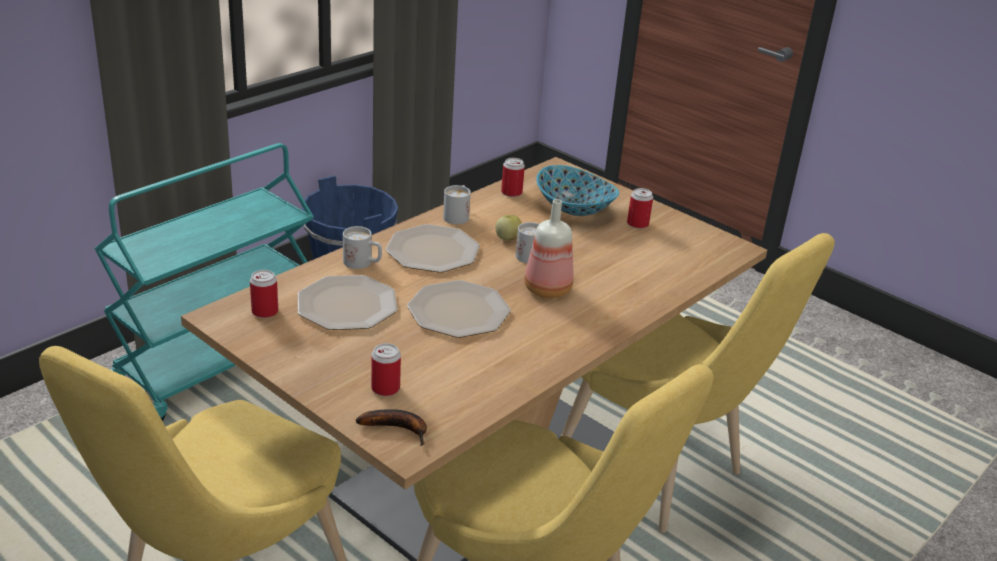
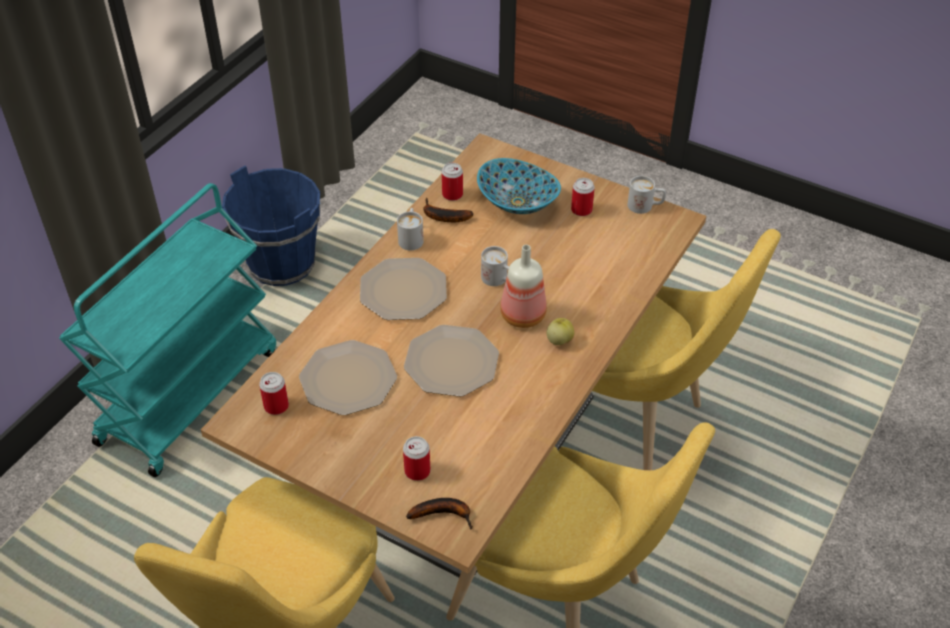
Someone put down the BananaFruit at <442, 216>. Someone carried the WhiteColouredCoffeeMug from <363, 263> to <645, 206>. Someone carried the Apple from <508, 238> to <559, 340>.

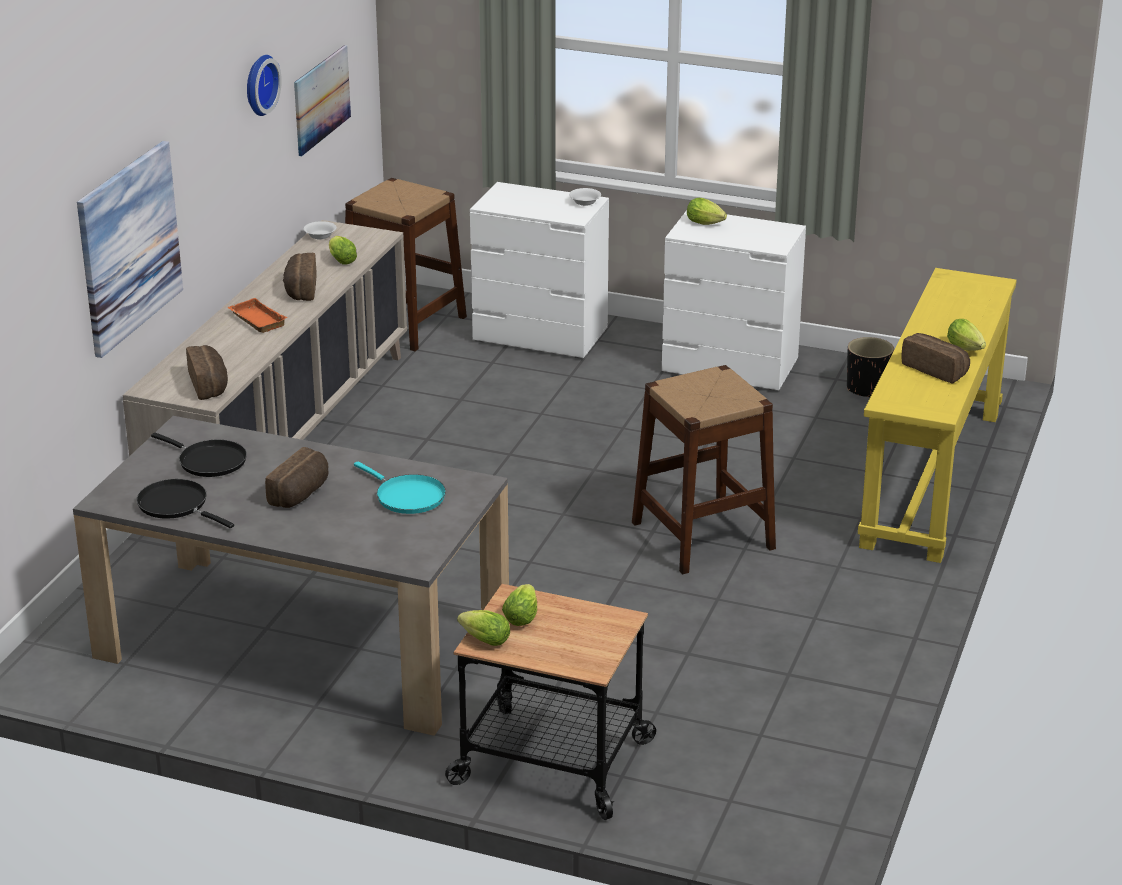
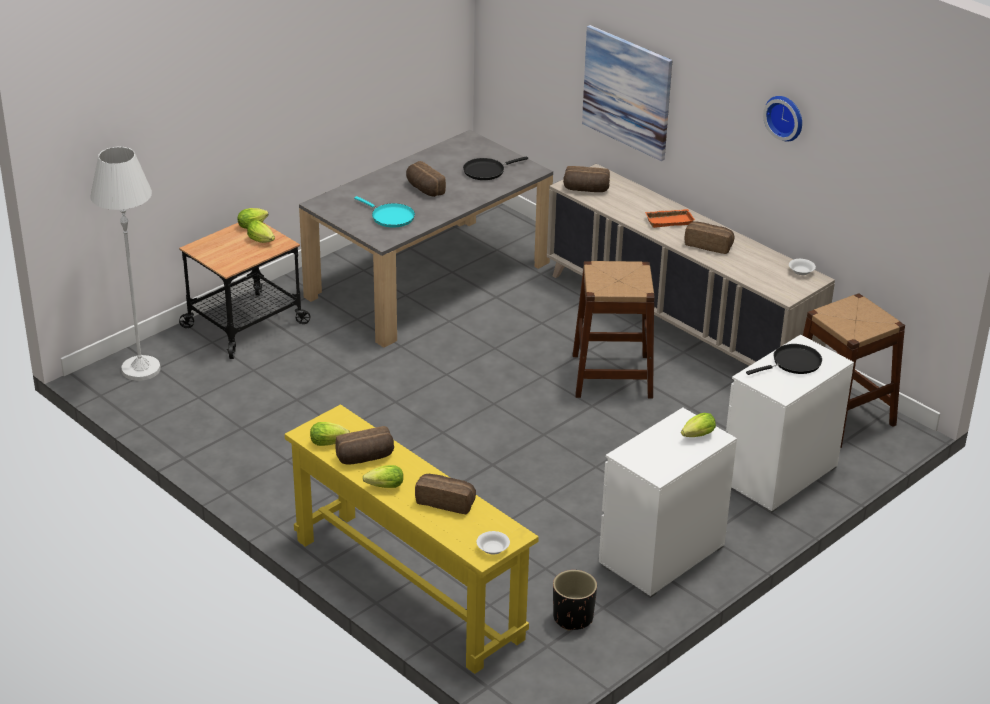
Someone took away the WallArt at <321, 99>. Someone put down the WhiteColouredStandingLamp at <141, 369>. Someone put down the BakedBread at <446, 501>. Someone carried the BlackColouredFryingPan from <176, 505> to <793, 363>. Someone carried the LettuceHead from <341, 260> to <330, 443>. Someone carried the WhiteColouredDeepDish from <585, 202> to <493, 549>. Someone carried the BrownStoolSeat from <703, 535> to <612, 376>. Someone rotated the TurquoiseColouredFryingPan at <407, 497> by 120 degrees counterclockwise.

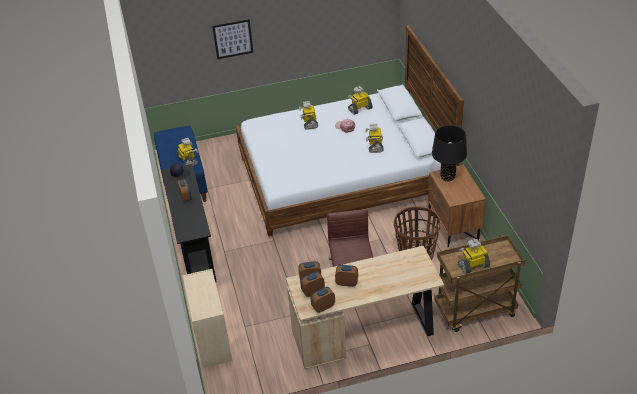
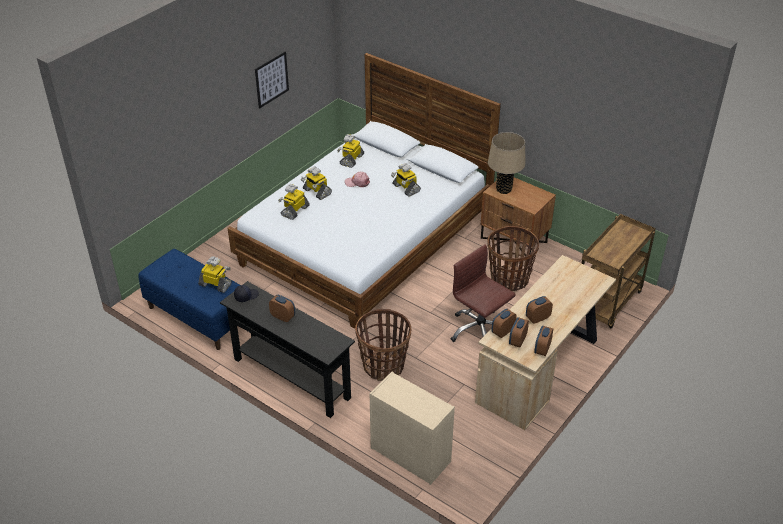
Someone put down the HouseholdBasket at <383, 366>. Someone carried the WallArt from <233, 39> to <271, 79>. Someone carried the RobotFigure from <473, 265> to <294, 210>. Someone repainted the BlackColouredTabletopLamp at <447, 177>, which became the SandColouredTabletopLamp at <504, 189>.

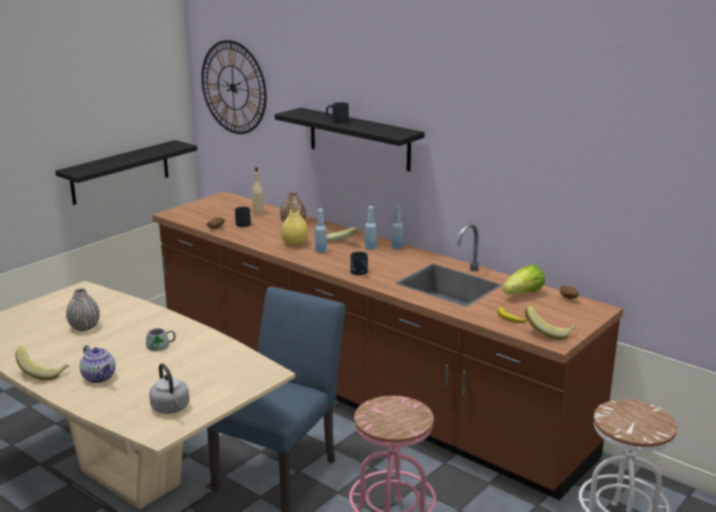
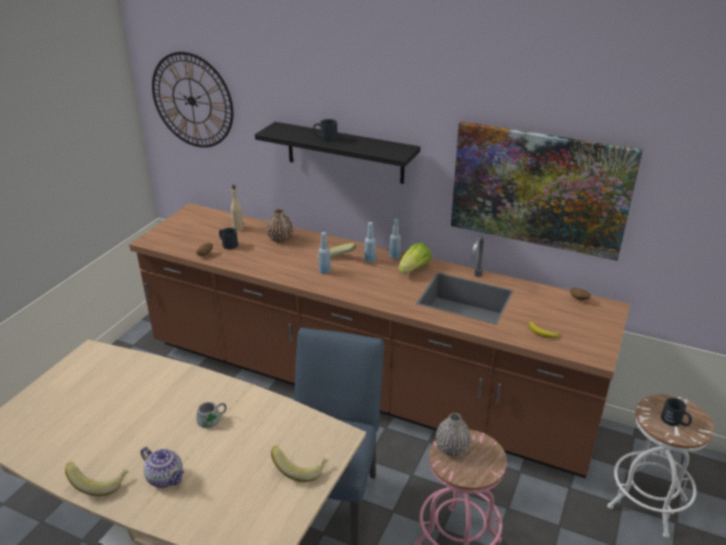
Someone took away the BlackColouredBracketShelf at <120, 172>. Someone took away the GrayTeaKettle at <171, 408>. Someone took away the YellowishVase at <295, 243>. Someone put up the WallArt at <539, 189>. Someone carried the GrayVase from <84, 327> to <452, 449>. Someone carried the BlackColouredCoffeeMug from <360, 273> to <675, 422>. Someone carried the LettuceHead from <523, 294> to <414, 269>. Someone carried the BananaFruit from <549, 333> to <300, 469>.

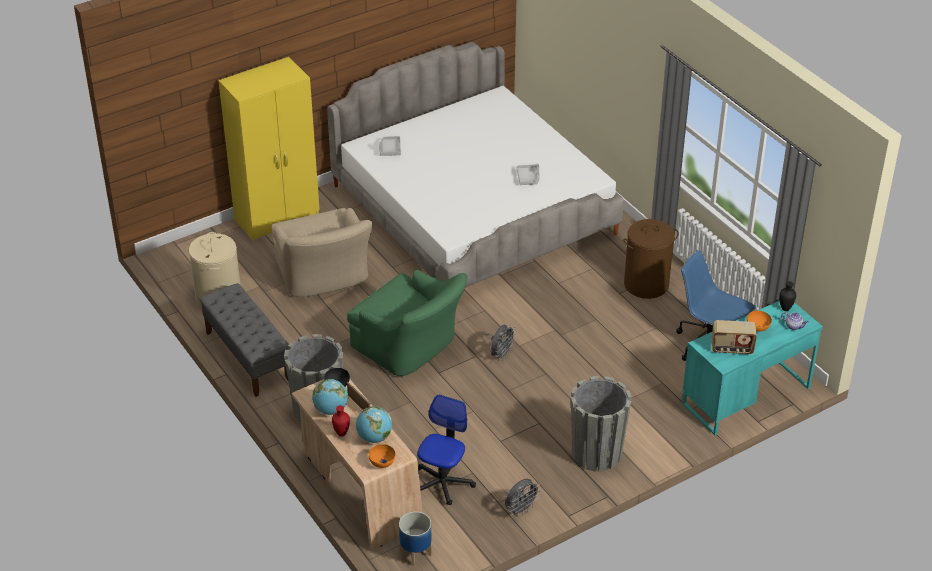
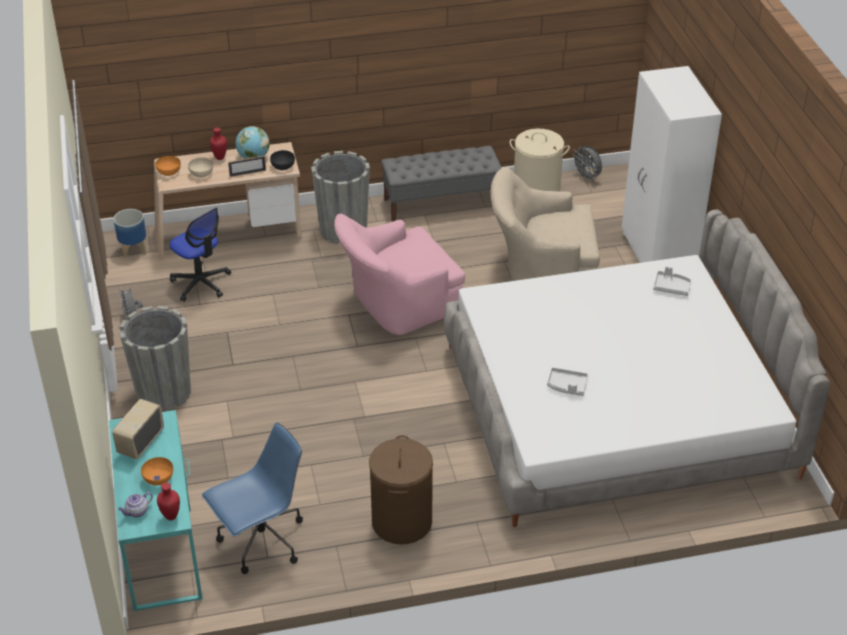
Someone carried the GrayElectricFan from <501, 355> to <587, 177>. Someone swapped the DeskGlobe at <374, 437> for the SandColouredDeepDish at <201, 173>. Someone repainted the YellowishClothesCupboard at <278, 218>, which became the WhiteColouredClothesCupboard at <657, 257>. Someone repainted the GreenColouredArmchair at <410, 347>, which became the PinkishArmchair at <397, 304>. Someone repainted the BlackColouredVase at <784, 309>, which became the RedColouredVase at <171, 516>.

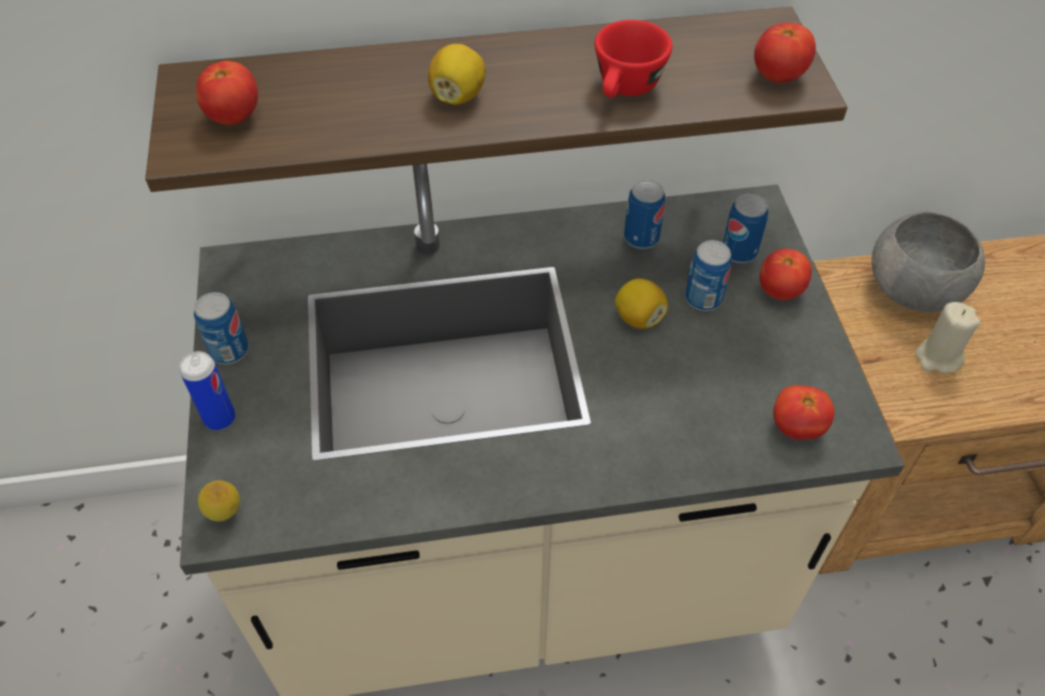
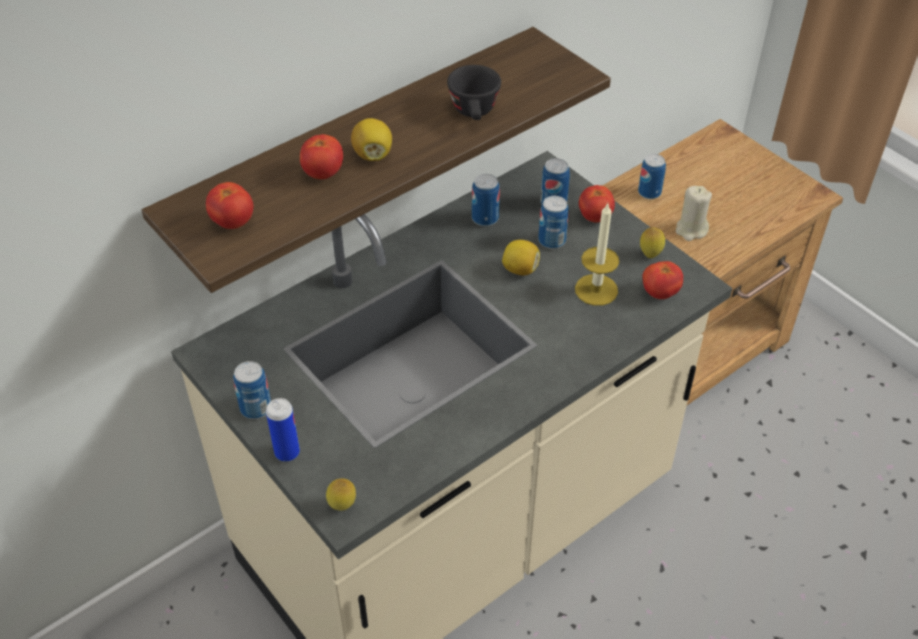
Someone put down the WaxCandle at <596, 290>. Someone put down the CitrusFruit at <650, 254>. Someone carried the FreshTomato from <778, 76> to <323, 173>. Someone swapped the GrayDeepDish at <912, 288> for the Can at <649, 192>. Someone repainted the RedColouredCup at <626, 89>, which became the BlackColouredCup at <475, 113>.

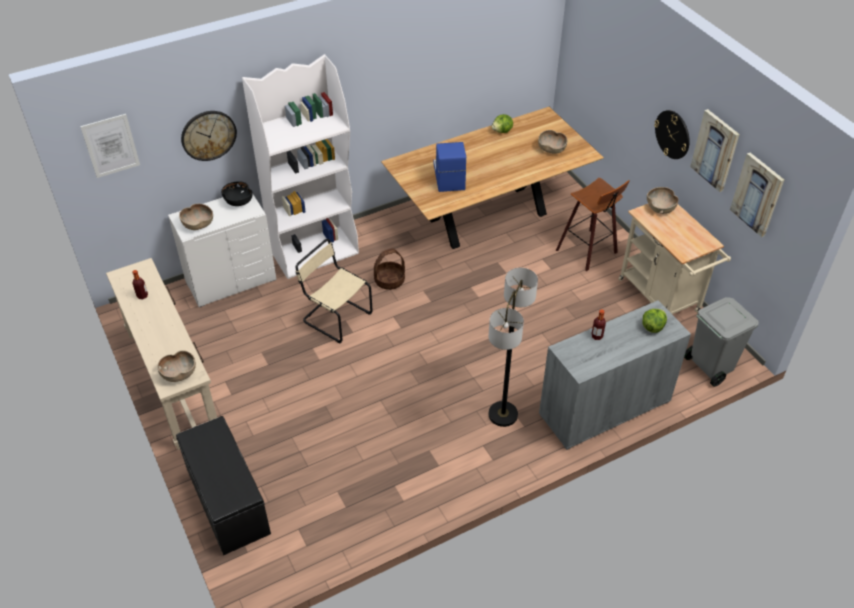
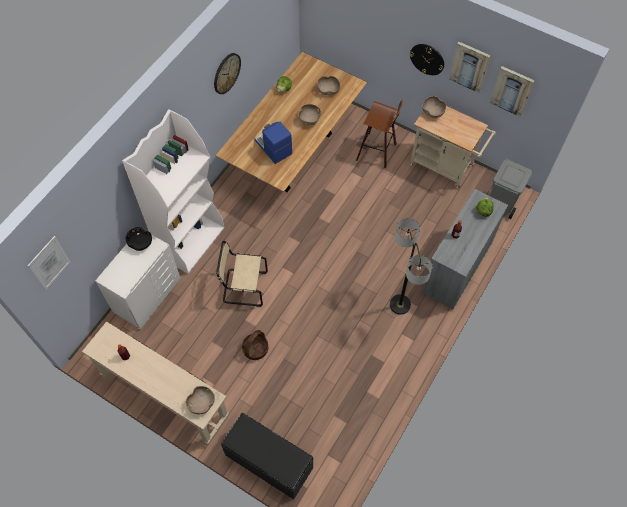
Someone carried the BrownDeepDish from <198, 224> to <309, 119>. Someone carried the WallClock from <208, 135> to <226, 73>. Someone carried the HouseholdBasket from <389, 280> to <255, 349>.

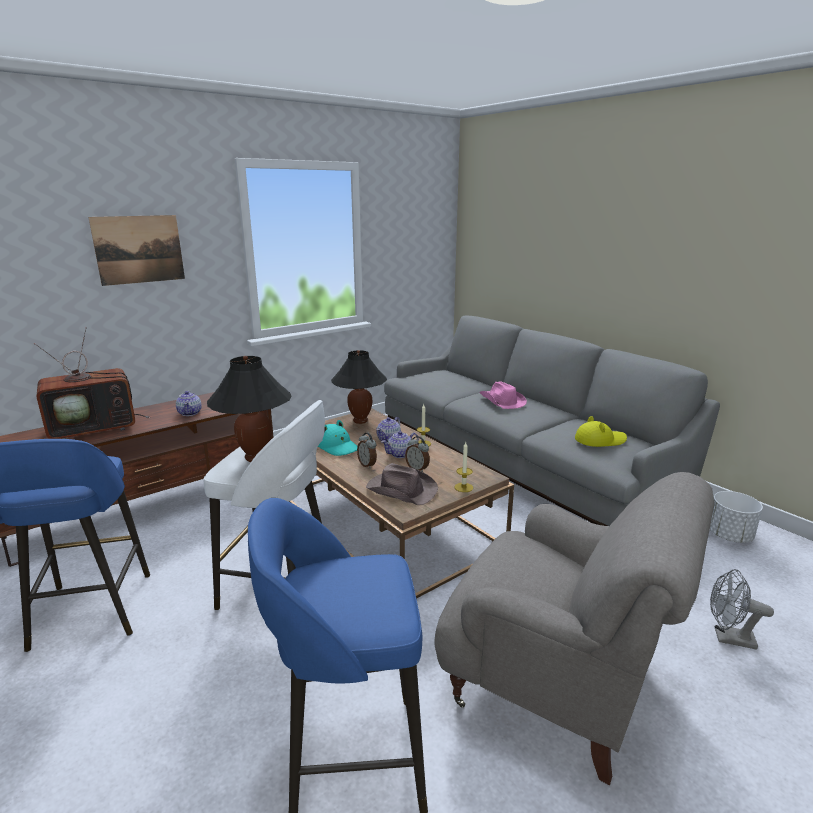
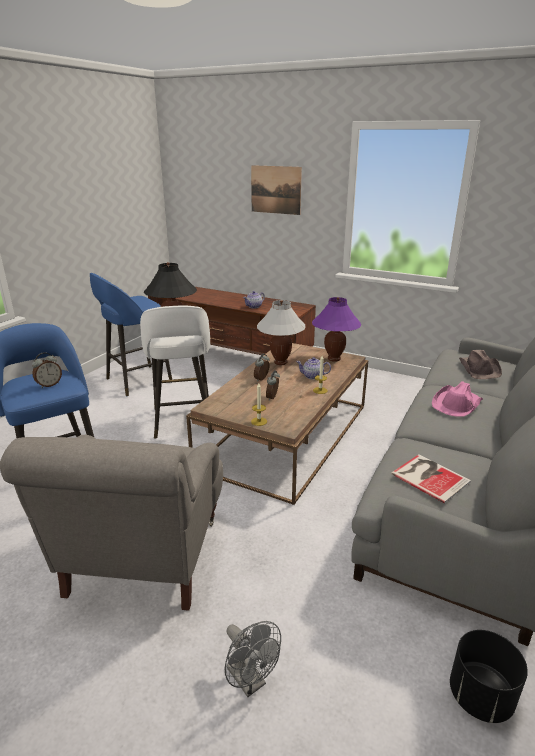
Someone took away the Tv at <96, 428>. Someone took away the TeaPot at <400, 454>. Someone put down the TableClock at <49, 385>. Someone carried the BrownWearableHat from <401, 489> to <479, 369>. Someone swapped the TurquoiseColouredWearableHat at <337, 446> for the WhiteColouredTabletopLamp at <280, 362>. Someone swapped the YellowishWearableHat at <600, 440> for the Book at <429, 476>. Someone repainted the BlackColouredTabletopLamp at <360, 421>, which became the PurpleColouredTabletopLamp at <333, 359>. Someone repainted the WhiteColouredFlowerPot at <729, 536>, which became the BlackColouredFlowerPot at <479, 696>. Someone rotated the GrayElectricFan at <728, 638> by 150 degrees clockwise.

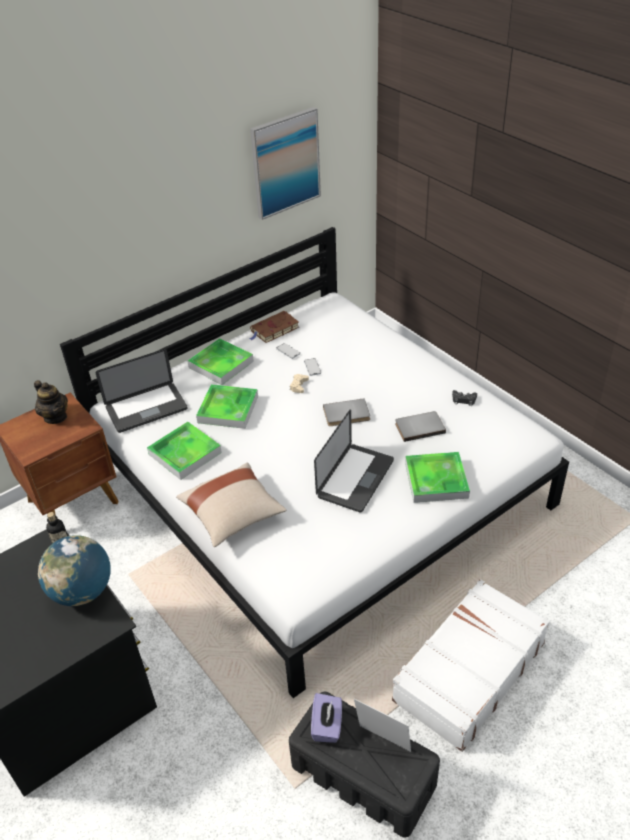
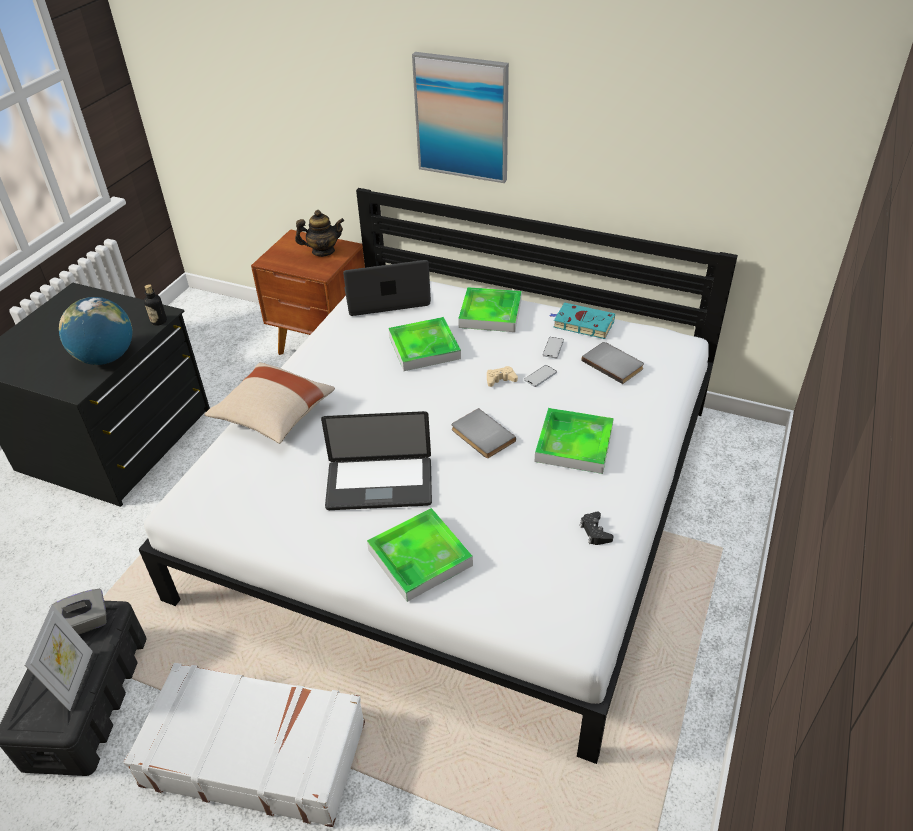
Someone carried the ServingTray from <185, 453> to <574, 444>. Someone carried the WallArt from <285, 163> to <462, 117>. Someone carried the GrayBook from <419, 427> to <613, 364>. Someone repainted the BrownBook at <274, 330>, which became the TurquoiseColouredBook at <582, 323>. Someone repainted the PurpleColouredTissueBox at <327, 726>, which became the GrayTissueBox at <85, 623>. Someone rotated the TeaPot at <55, 417> by 120 degrees counterclockwise. Someone rotated the Laptop at <146, 408> by 135 degrees clockwise.

